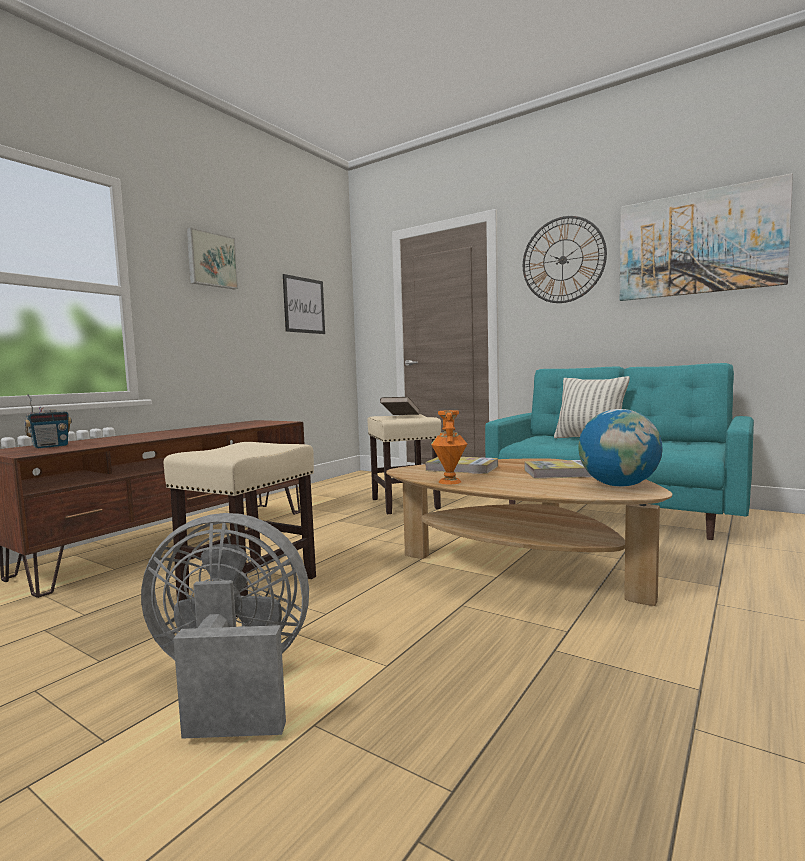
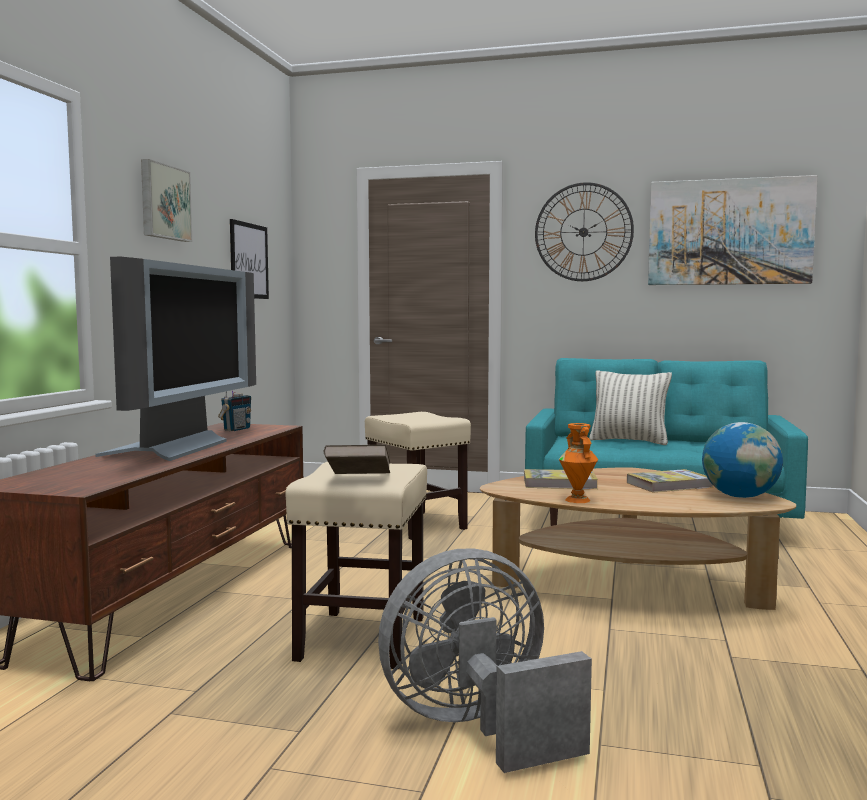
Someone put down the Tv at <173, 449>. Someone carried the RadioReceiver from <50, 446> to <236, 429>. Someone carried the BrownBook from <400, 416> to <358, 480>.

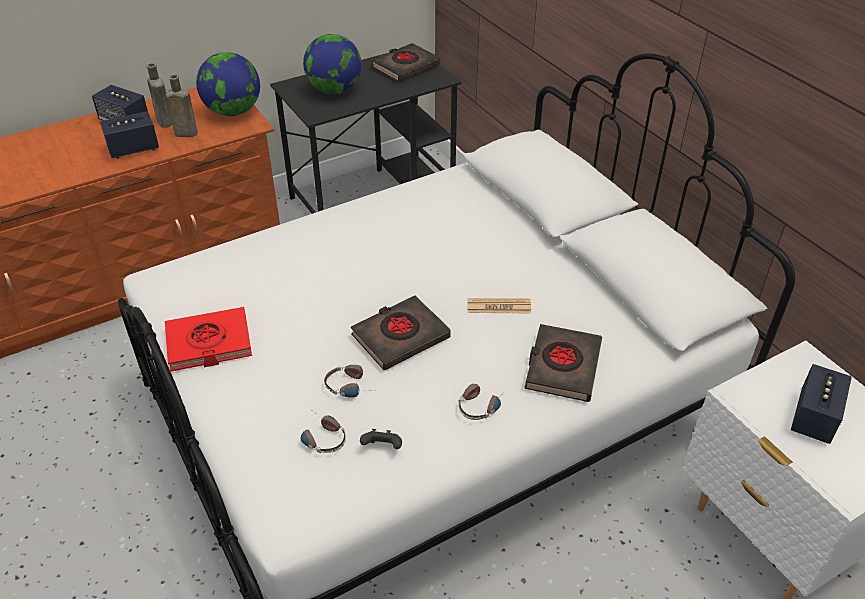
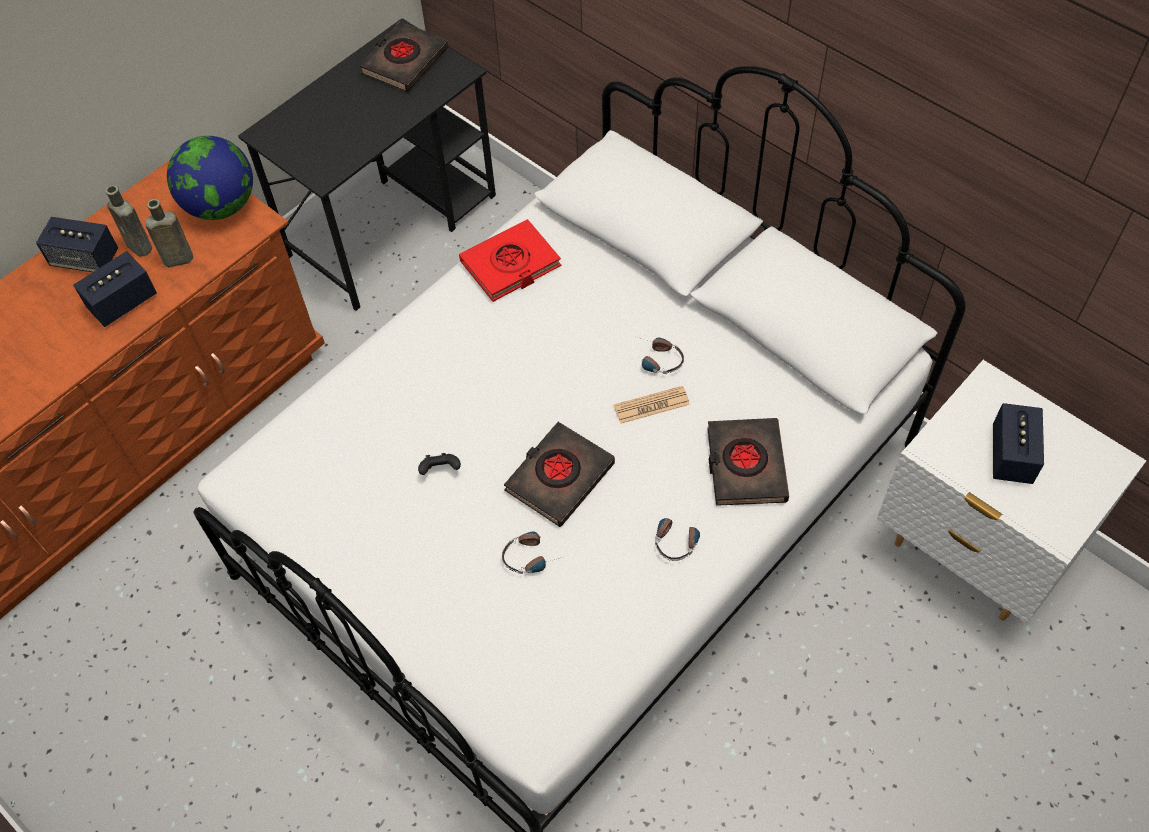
Someone took away the DeskGlobe at <334, 90>. Someone carried the RedColouredBook from <209, 343> to <511, 265>. Someone carried the PairOfHeadphones from <320, 437> to <655, 359>. Someone carried the BlackColouredGamepad from <382, 447> to <441, 470>.

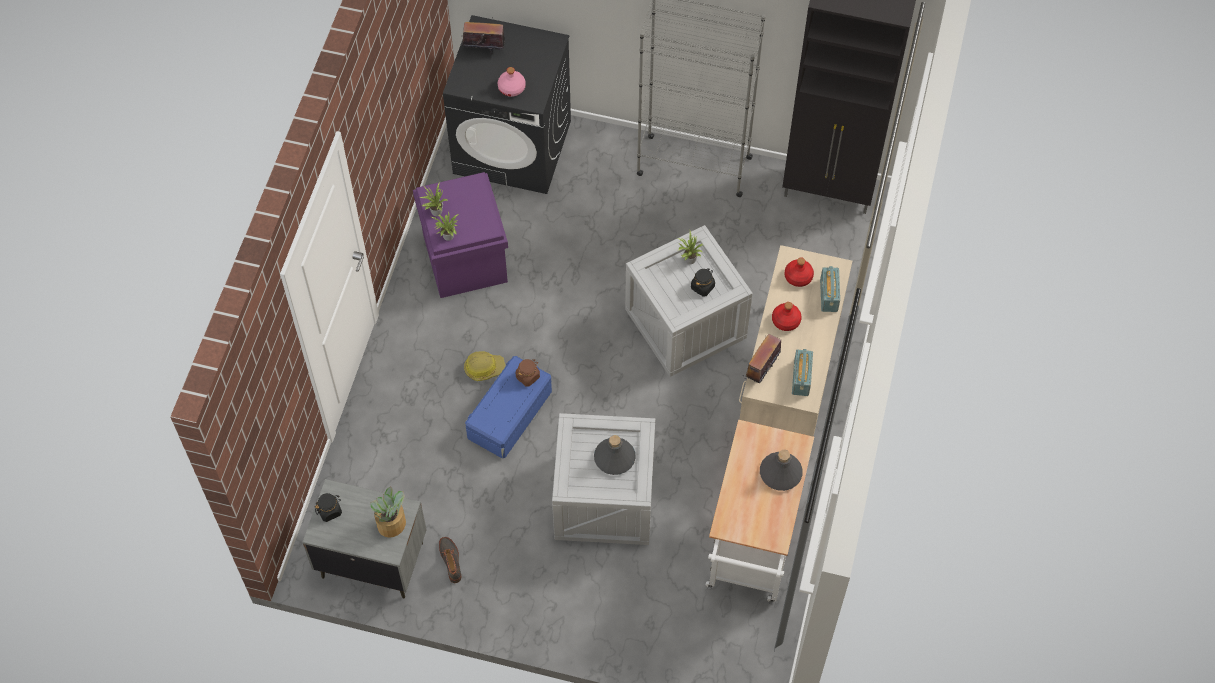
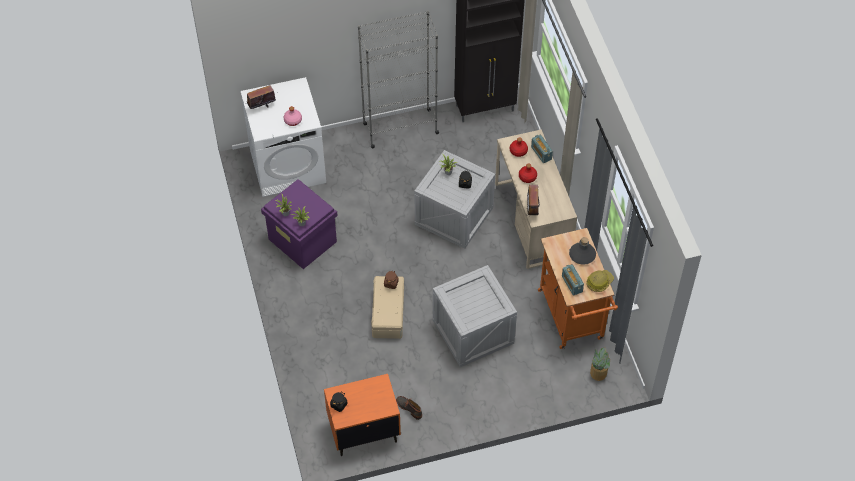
Someone took away the GrayBottle at <614, 458>. Someone carried the PottedPlant from <392, 523> to <598, 372>. Someone carried the SafetyHelmet from <484, 368> to <599, 282>. Someone carried the RadioReceiver from <801, 378> to <572, 284>. Someone repainted the GrayNightstand at <372, 559>, which became the OrangeyNightstand at <363, 431>. Someone repainted the BlackColouredLaundryAppliance at <513, 147>, which became the WhiteColouredLaundryAppliance at <288, 166>. Someone repainted the BlueStorageContainer at <510, 415>, which became the SandColouredStorageContainer at <389, 313>. Someone repainted the WhiteColouredCart at <751, 552>, which became the OrangeyCart at <572, 319>.

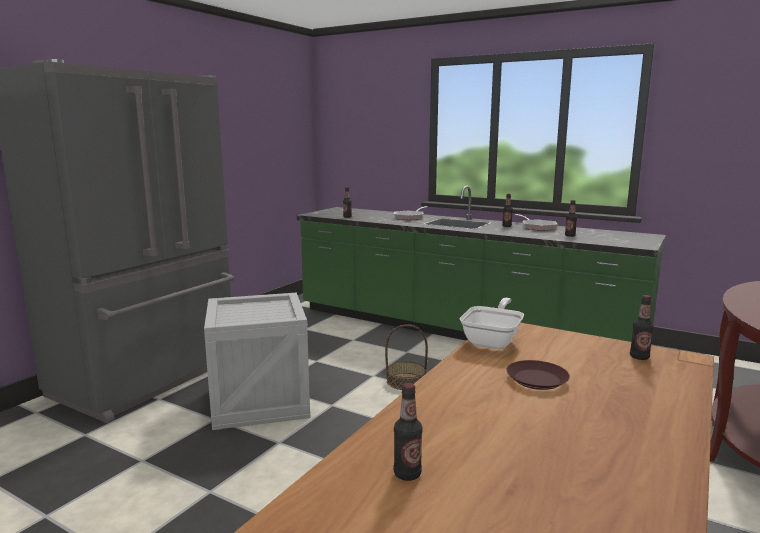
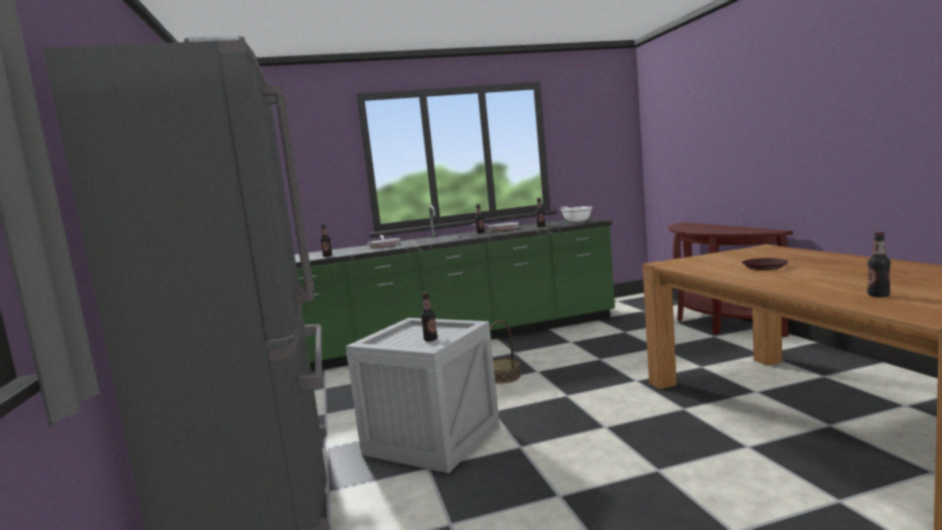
Someone carried the FryingPan from <493, 341> to <575, 221>. Someone carried the Bottle from <639, 357> to <430, 340>.

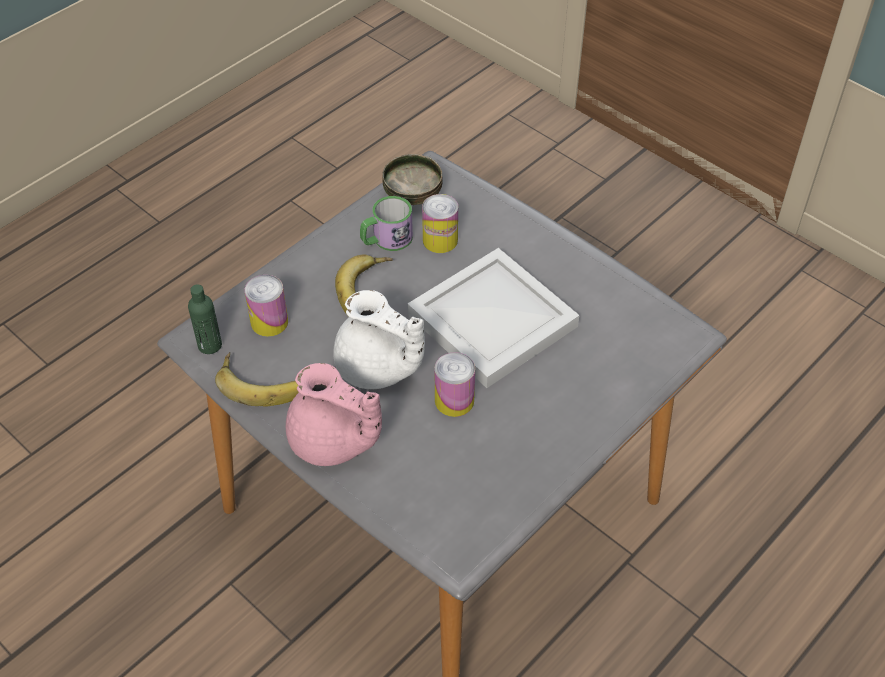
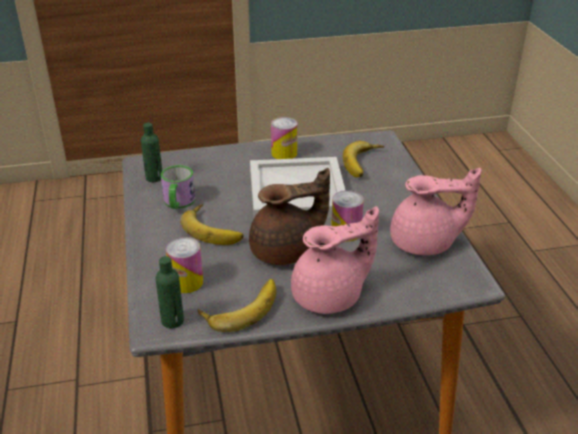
Someone put down the BananaFruit at <365, 163>. Someone put down the PinkishTeaPot at <425, 243>. Someone carried the Can from <440, 240> to <284, 153>. Someone swapped the DeepDish at <413, 195> for the GreenColouredBottle at <154, 178>. Someone repainted the WhiteColouredTeaPot at <377, 369>, which became the BrownTeaPot at <286, 251>.

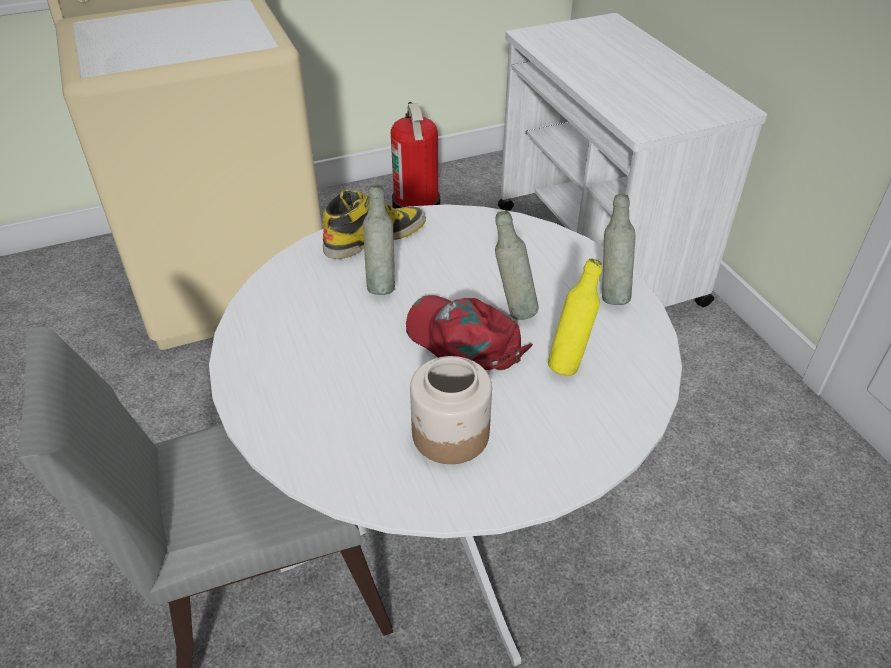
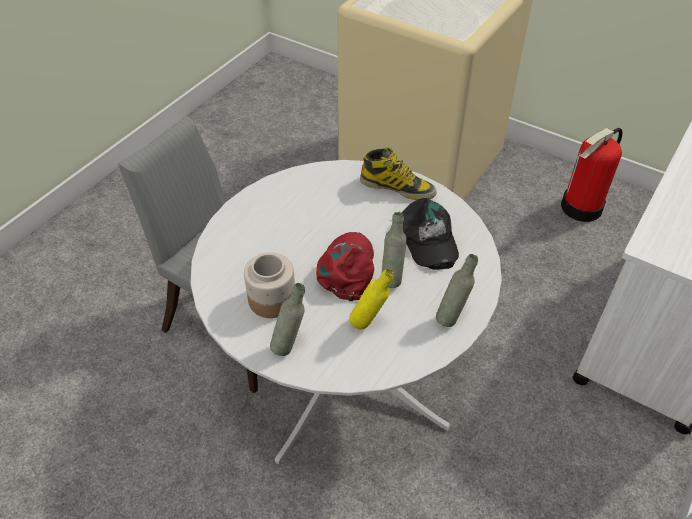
Someone put down the BlackColouredPeakedCap at <426, 239>. Someone carried the GrayBottle from <381, 285> to <290, 345>.

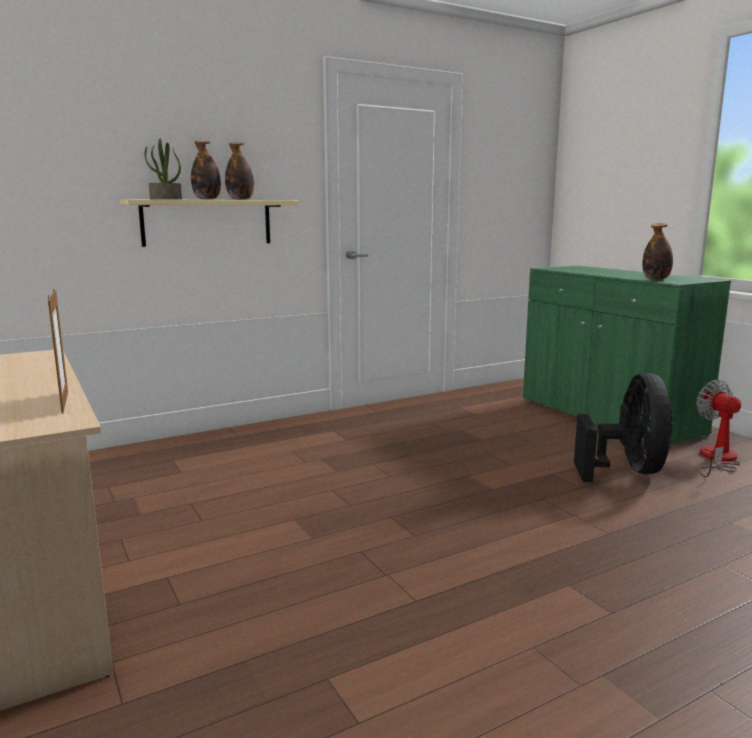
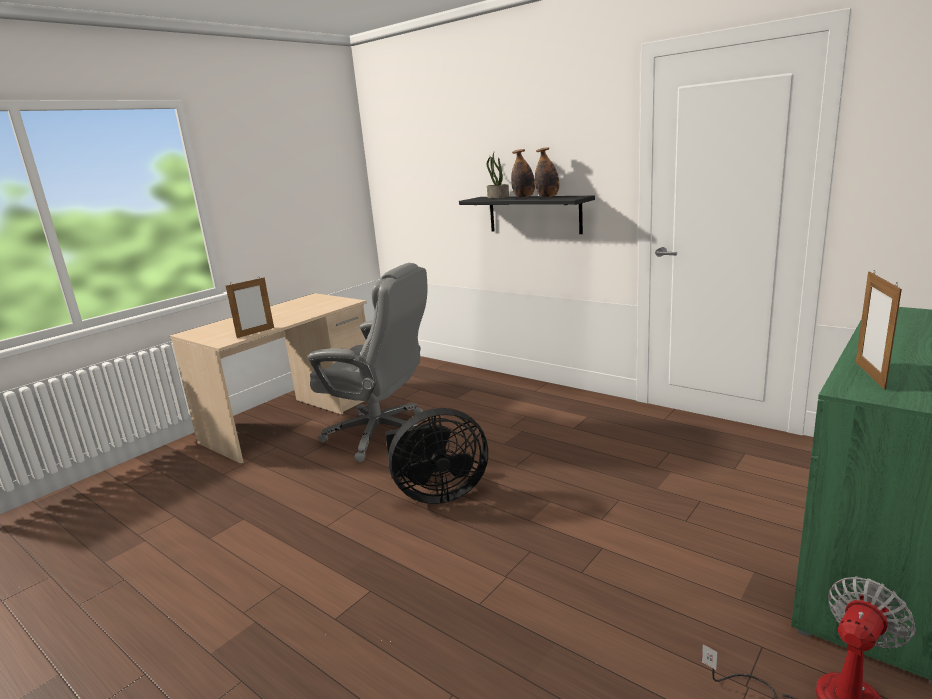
Someone put down the GrayComputerChair at <381, 434>. Someone carried the BlackColouredElectricFan from <627, 471> to <437, 493>. Someone swapped the Bottle at <656, 279> for the PhotoFrame at <870, 375>. Someone repainted the SandColouredBracketShelf at <207, 222>, which became the BlackColouredBracketShelf at <534, 214>.

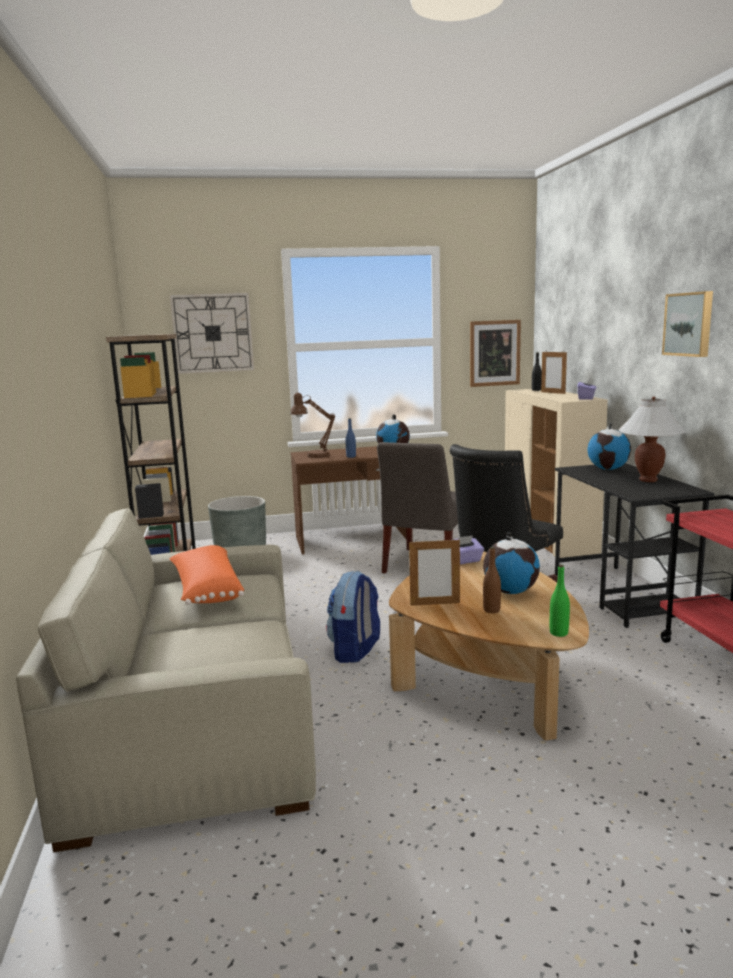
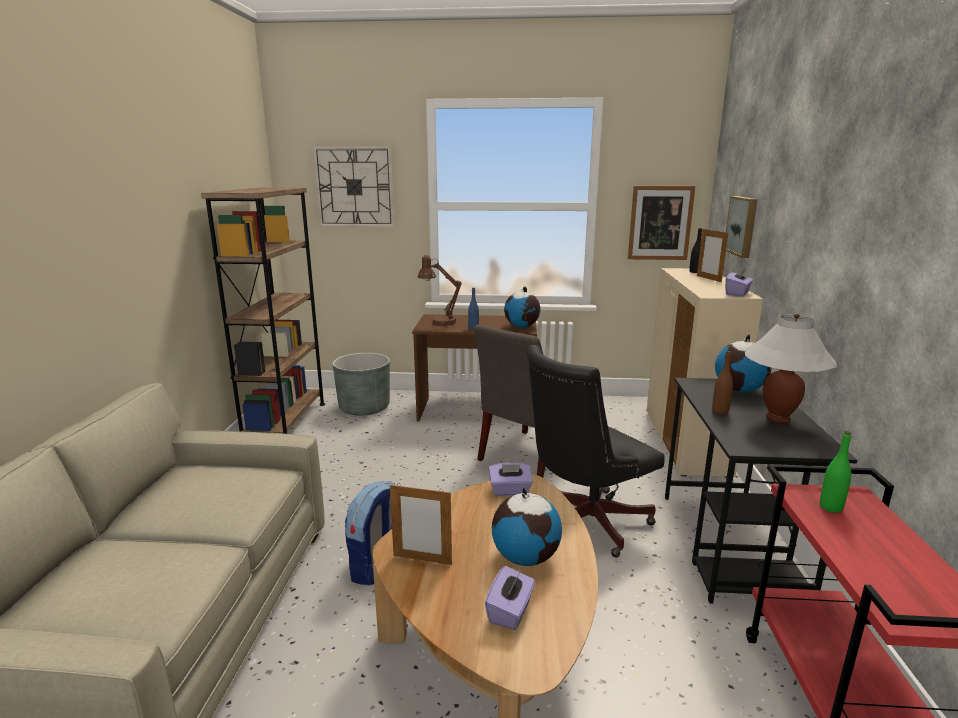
Someone took away the OrangeyCushion at <206, 590>. Someone put down the PurpleColouredTissueBox at <510, 611>. Someone carried the BrownBottle from <491, 610> to <720, 411>. Someone carried the GreenColouredBottle from <558, 633> to <830, 507>. Someone carried the WallArt from <689, 324> to <743, 226>.

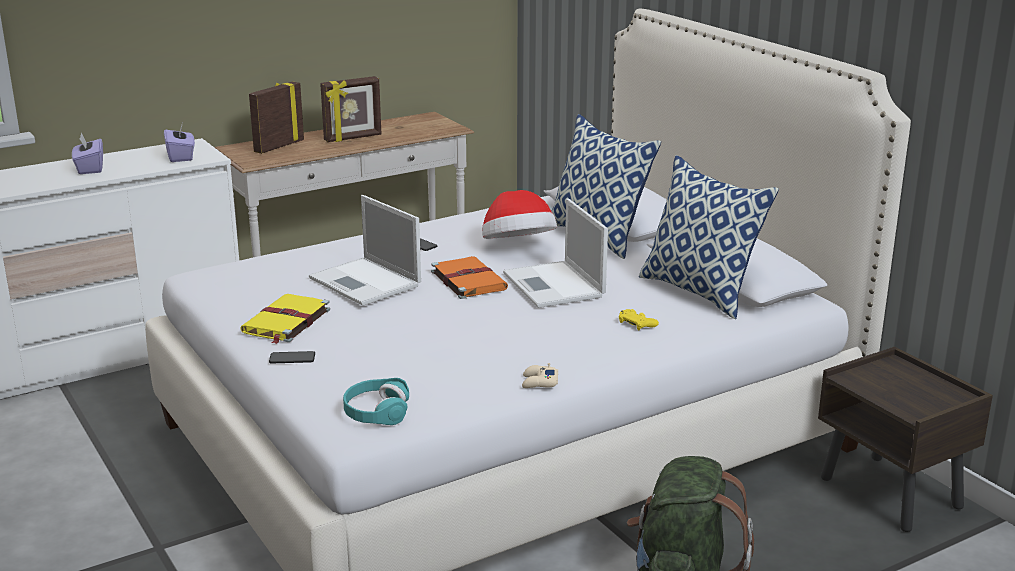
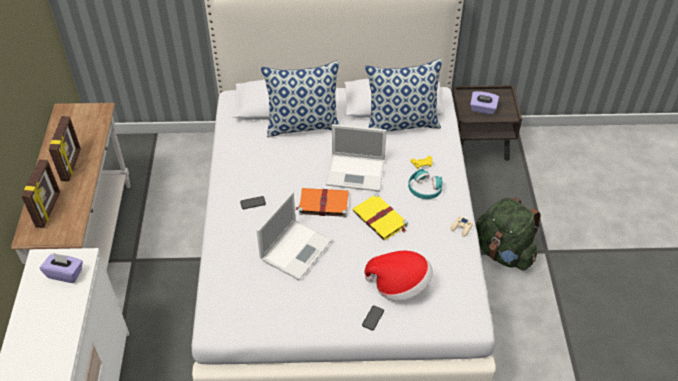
Someone carried the PurpleColouredTissueBox from <90, 168> to <482, 109>. Someone carried the YellowishBook from <285, 322> to <380, 219>. Someone carried the TurquoiseColouredPairOfHeadphones from <376, 411> to <424, 189>. Someone carried the WearableHat from <518, 247> to <399, 285>. Someone rotated the PhotoFrame at <278, 146> by 150 degrees counterclockwise. Someone rotated the Laptop at <366, 282> by 45 degrees counterclockwise.

